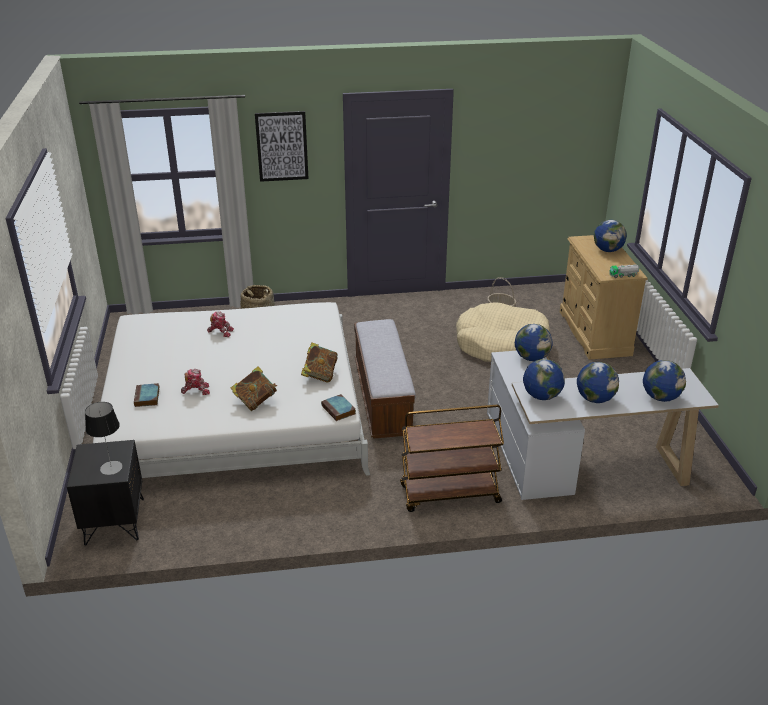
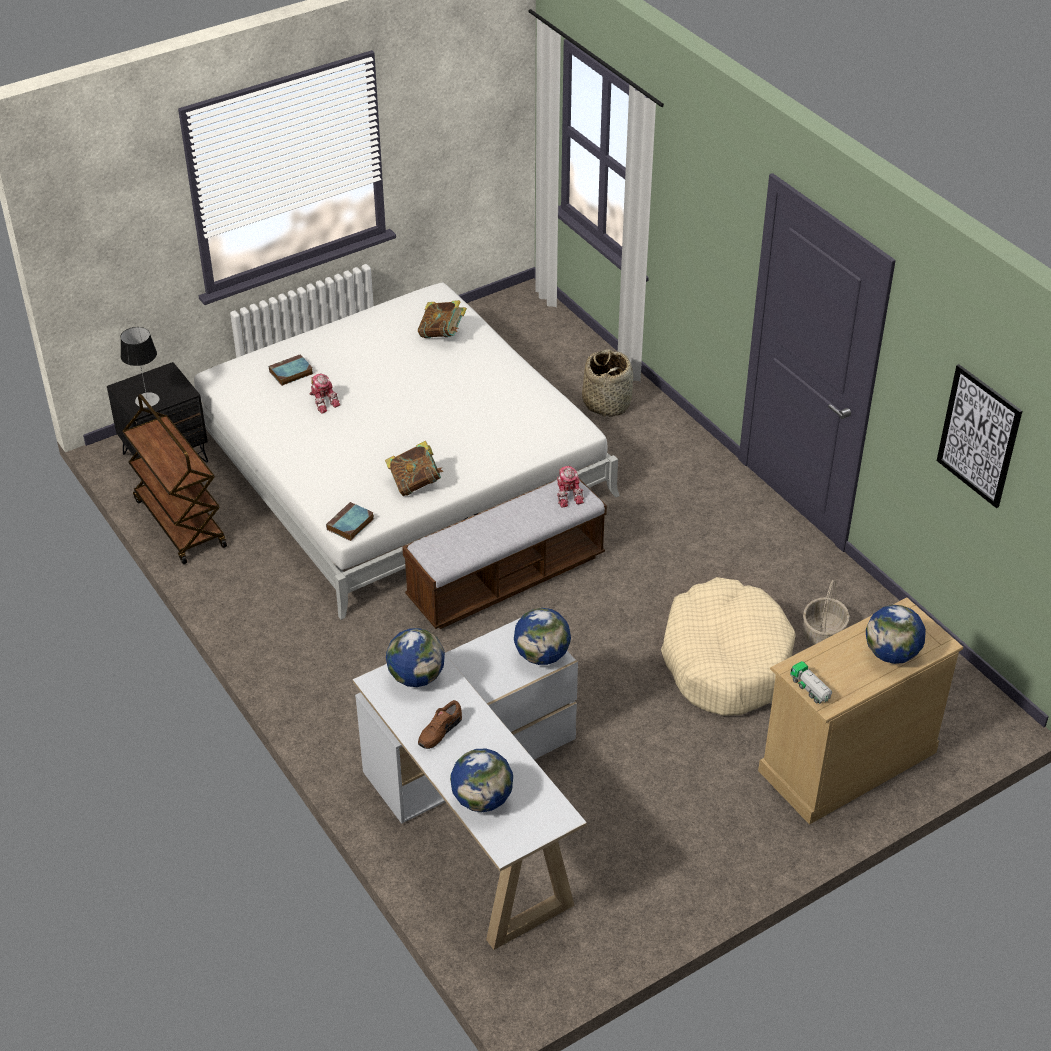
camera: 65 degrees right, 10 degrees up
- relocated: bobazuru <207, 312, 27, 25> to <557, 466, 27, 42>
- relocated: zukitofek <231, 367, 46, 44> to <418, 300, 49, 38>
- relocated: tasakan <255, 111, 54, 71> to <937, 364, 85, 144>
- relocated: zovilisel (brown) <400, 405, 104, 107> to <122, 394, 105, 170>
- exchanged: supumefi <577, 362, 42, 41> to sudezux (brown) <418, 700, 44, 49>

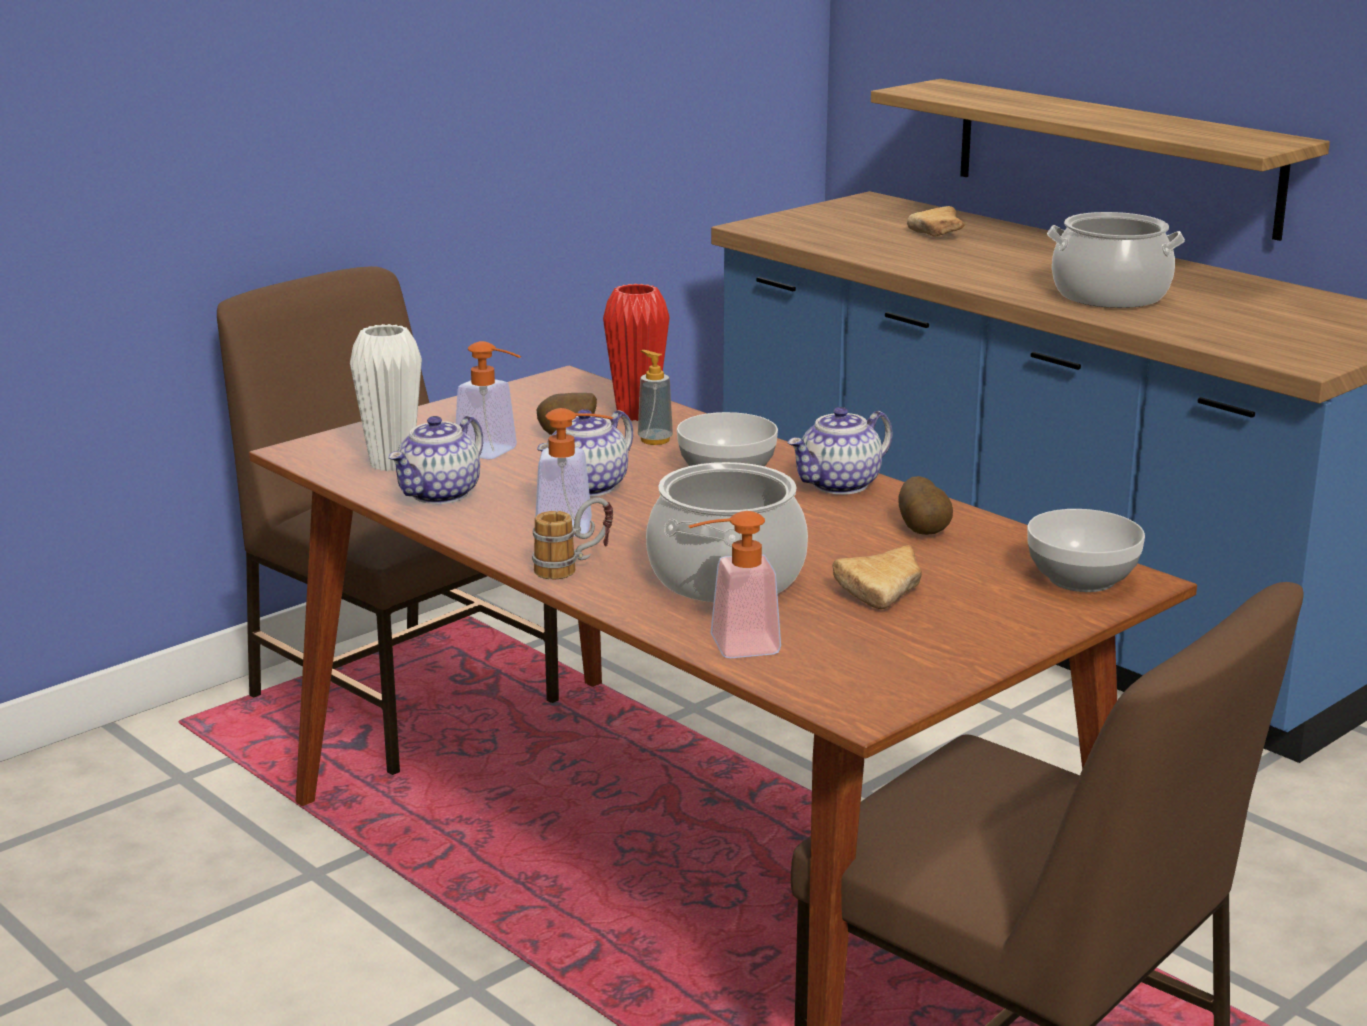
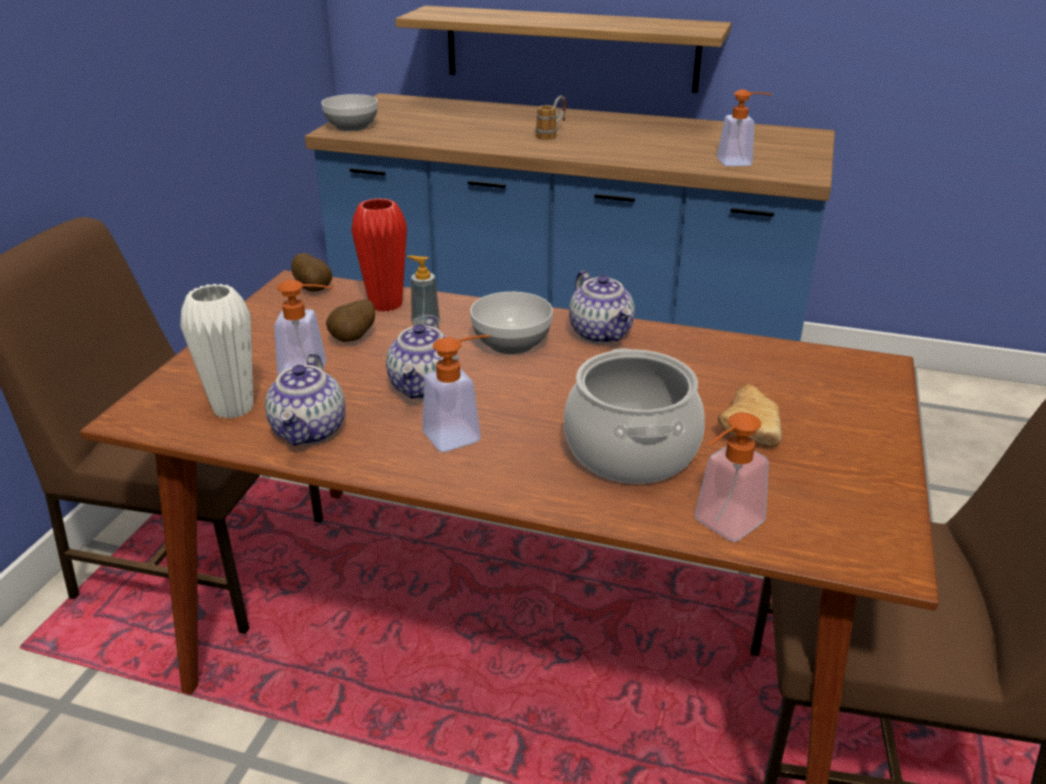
camera: 30 degrees left, 10 degrees up
- missing: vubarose <907, 206, 58, 31>
- missing: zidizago <1047, 212, 138, 96>
- appeared: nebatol <717, 90, 55, 76>
- relocated: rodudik <532, 497, 81, 82> to <535, 96, 31, 44>
- relocated: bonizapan <898, 476, 55, 59> to <291, 253, 41, 39>
- relocated: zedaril <1027, 509, 118, 83> to <322, 94, 56, 37>
- spun: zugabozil <788, 407, 105, 88> = <569, 271, 66, 73> 45 degrees counterclockwise

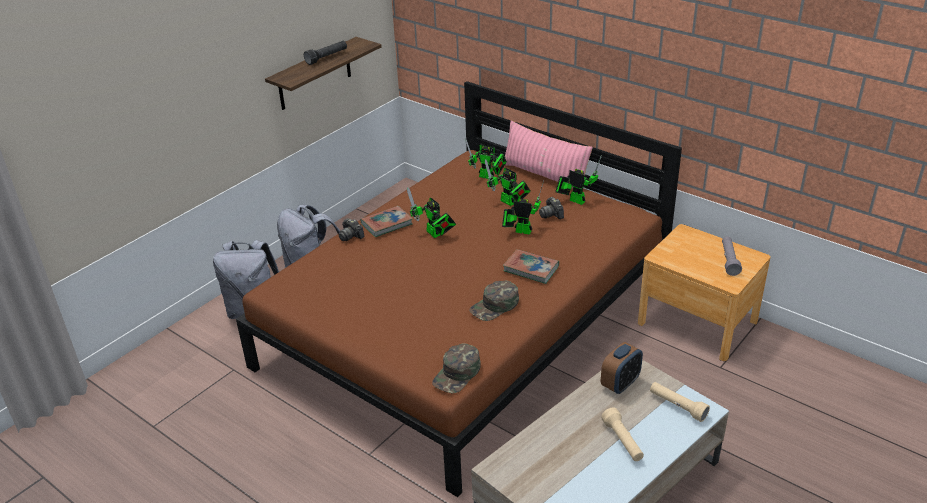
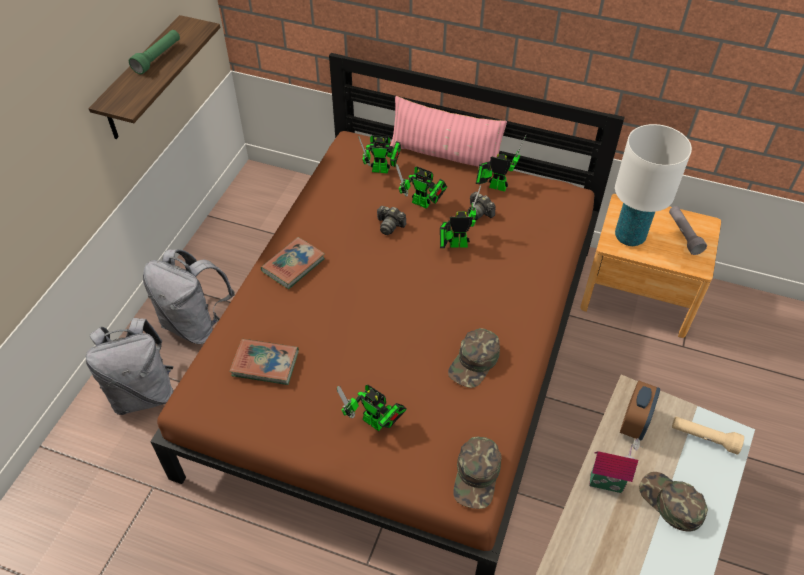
camera: 20 degrees left, 15 degrees up
- appeared: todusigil <589, 438, 54, 55>
- appeared: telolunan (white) <615, 124, 77, 122>
- relocated: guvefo <338, 218, 27, 23> to <377, 206, 29, 29>
- relocated: bobazuru <407, 187, 49, 51> to <337, 385, 70, 46>
- relocated: zukitofek <503, 249, 56, 35> to <230, 339, 69, 46>
- exchanged: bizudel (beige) <601, 407, 43, 54> to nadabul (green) <639, 472, 69, 60>
- colour: bizudel (black) <304, 41, 43, 24> to bizudel (green) <129, 30, 51, 44>

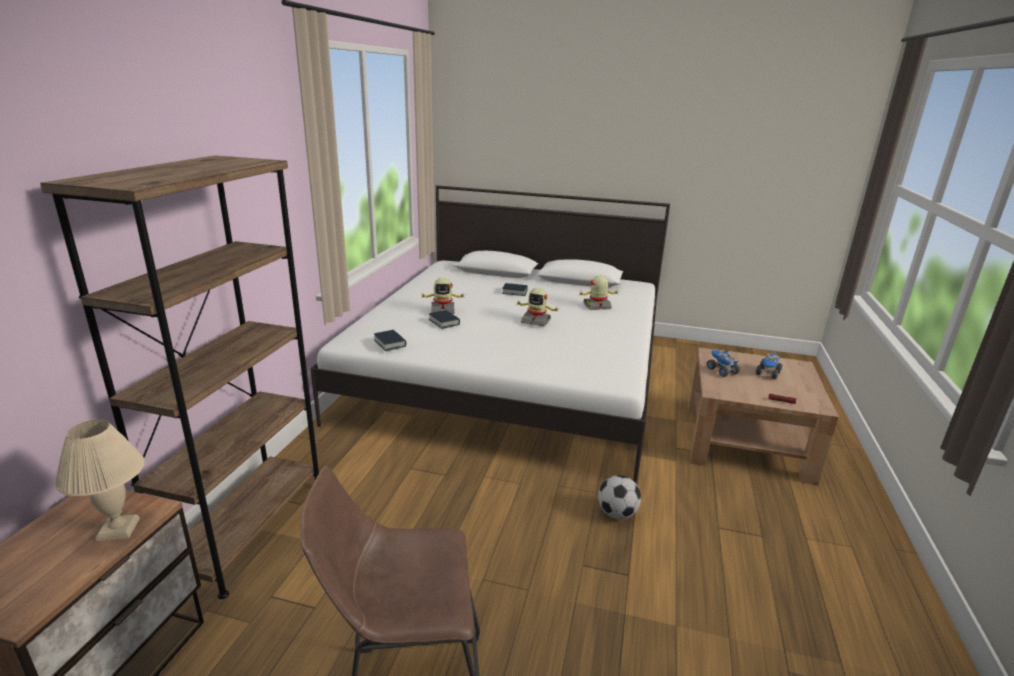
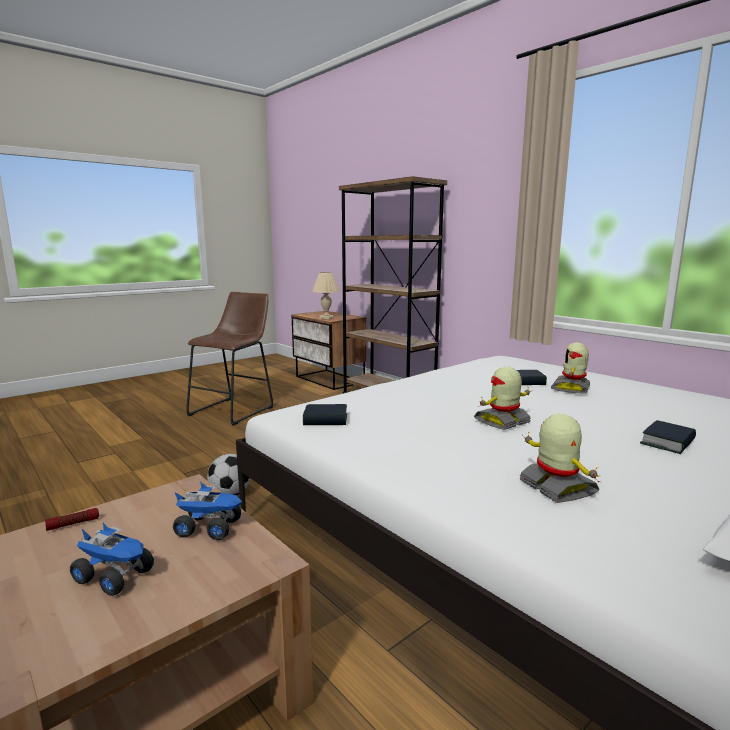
camera: 125 degrees right, 10 degrees down
- relocated: zukitofek <374, 330, 32, 21> to <303, 404, 44, 21>
- spun: bobazuru <578, 276, 40, 34> = <519, 414, 80, 89> 45 degrees counterclockwise
- spun: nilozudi <755, 351, 27, 28> = <70, 523, 84, 73> 135 degrees clockwise

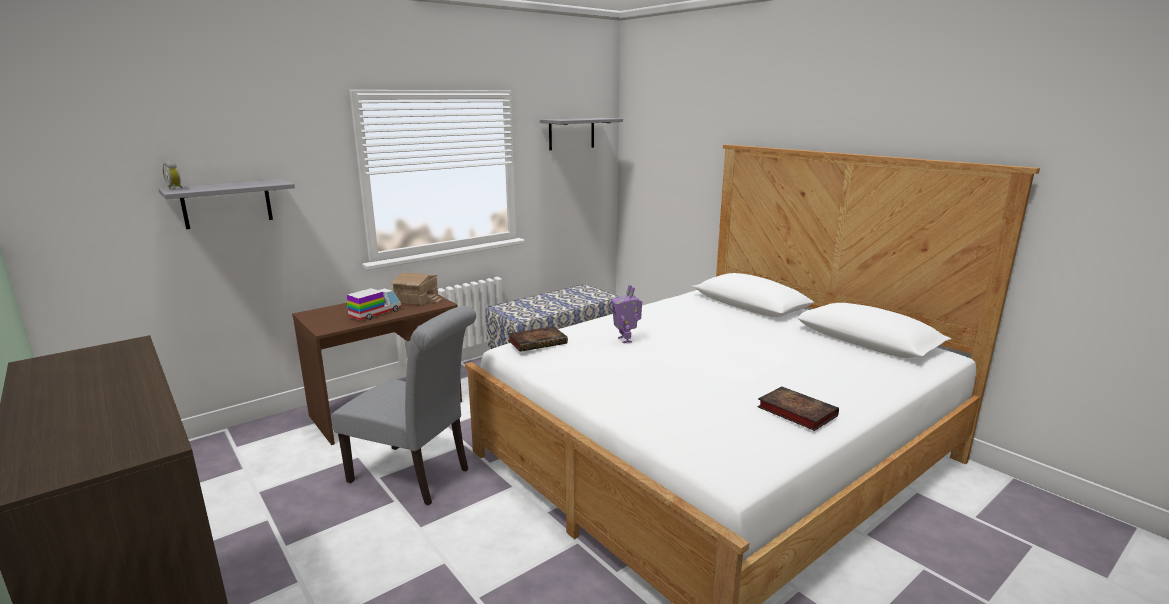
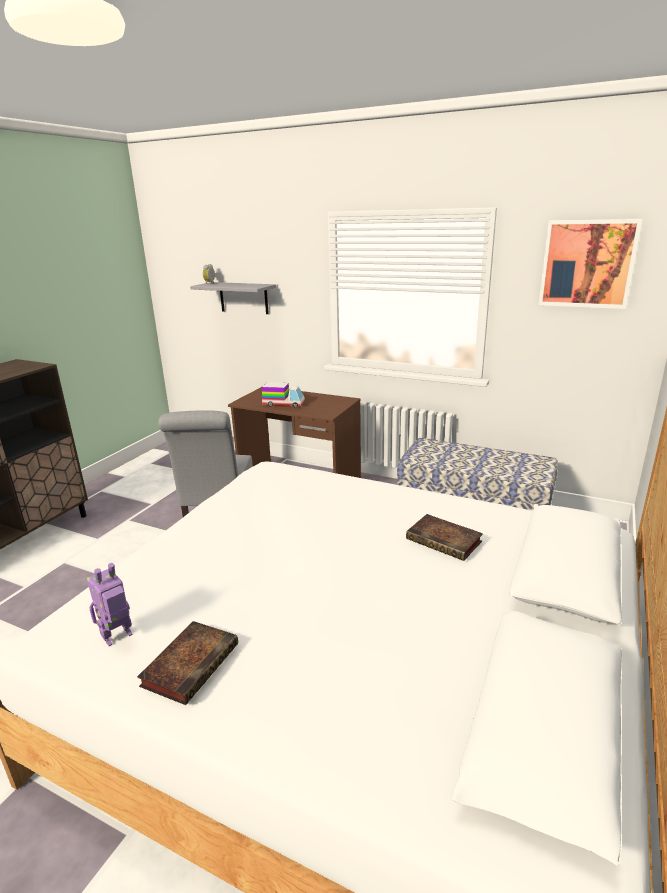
camera: 65 degrees right, 5 degrees up
- missing: todusigil <390, 273, 53, 32>
- relocated: zukitofek <508, 326, 60, 26> to <406, 514, 77, 47>
- relocated: bobazuru <612, 285, 30, 58> to <87, 563, 46, 83>
- exchanged: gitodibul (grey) <540, 118, 83, 32> to tasakan <538, 219, 104, 90>

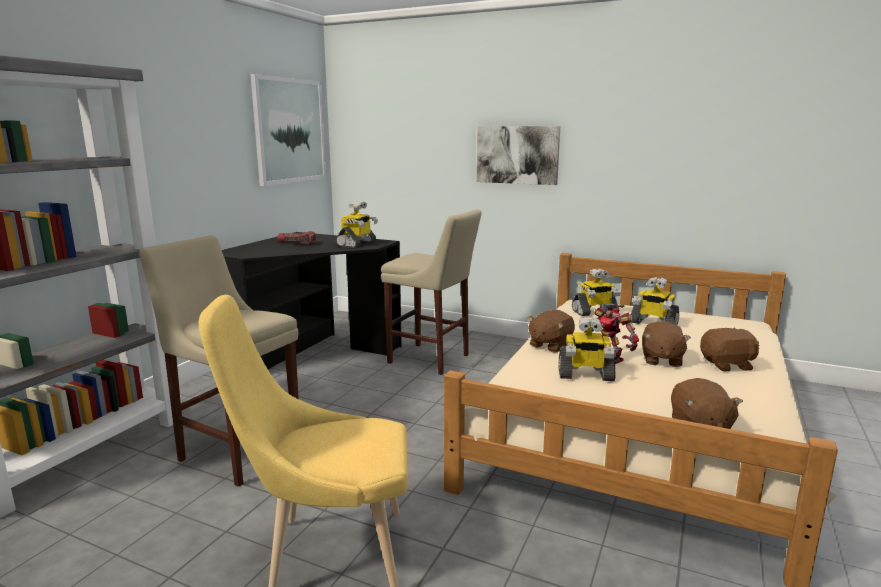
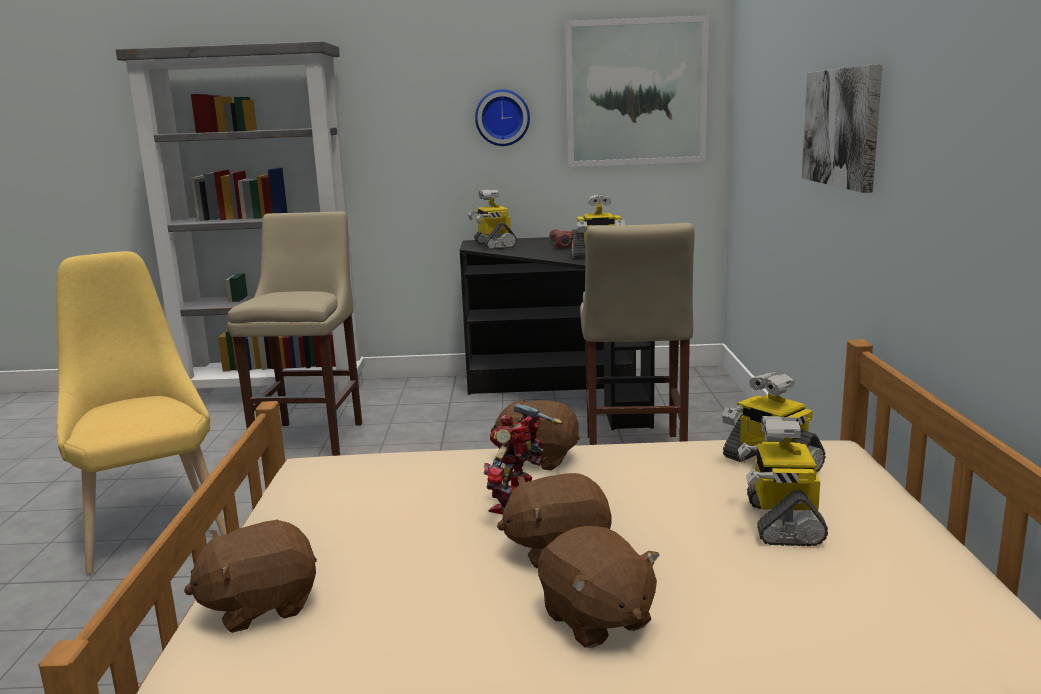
camera: 65 degrees right, 0 degrees up
- appeared: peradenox <475, 89, 55, 57>
- relocated: bobazuru <559, 317, 57, 64> to <468, 190, 49, 60>

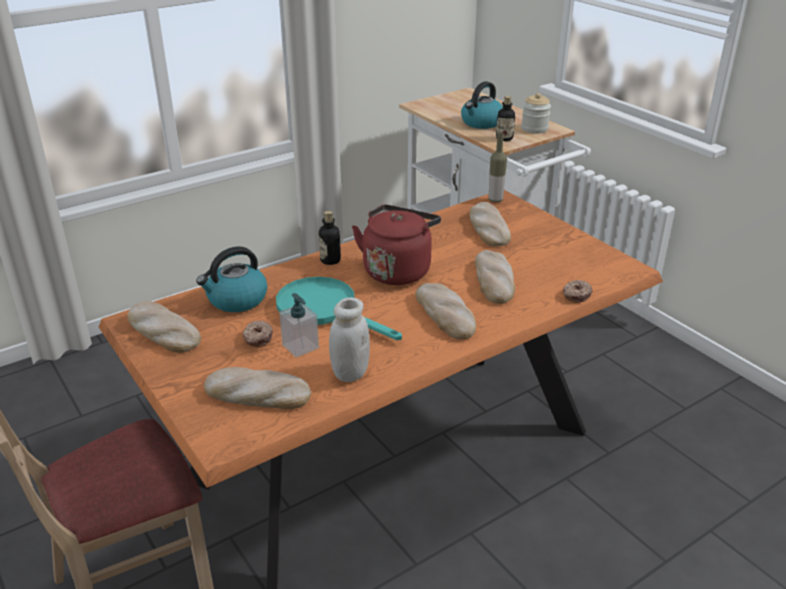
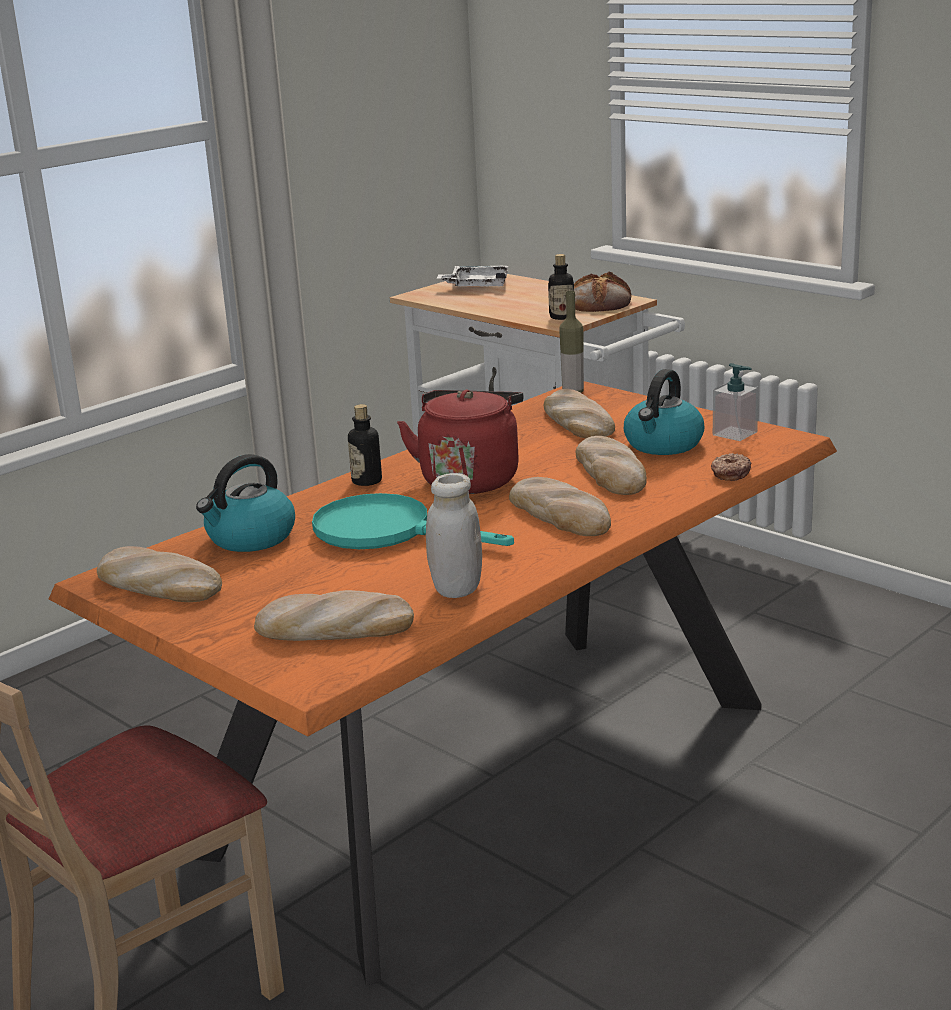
camera: 10 degrees left, 10 degrees down
- missing: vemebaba <243, 321, 30, 26>
- appeared: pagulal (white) <437, 266, 71, 21>
- relocated: nebatol <279, 293, 40, 65> to <713, 363, 46, 78>
- relocated: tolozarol <461, 81, 42, 48> to <624, 369, 81, 86>
- exchanged: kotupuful <521, 93, 30, 41> to vubarose <574, 272, 57, 40>

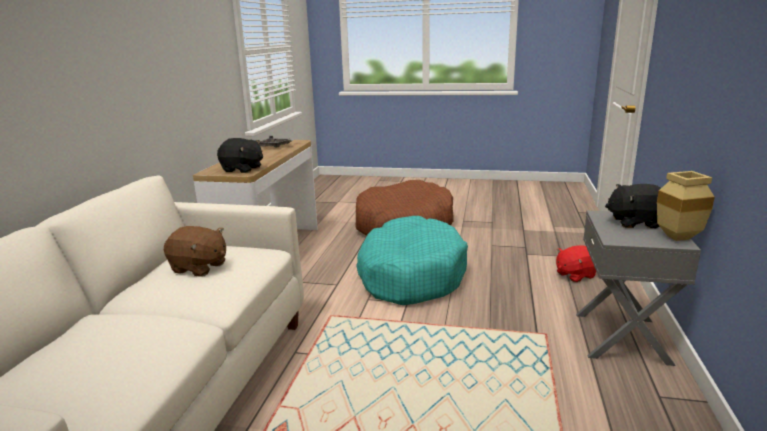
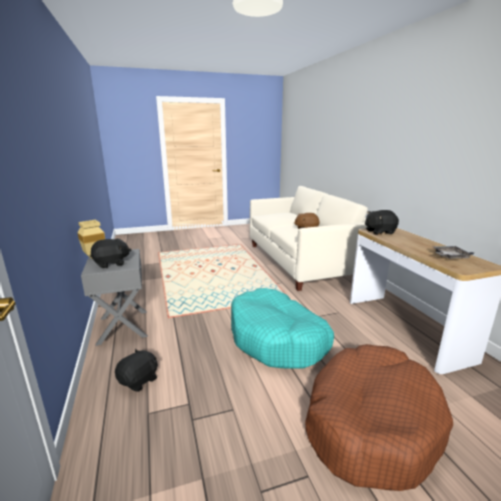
camera: 150 degrees right, 0 degrees up
- colour: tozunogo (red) <556, 245, 40, 37> to tozunogo (black) <115, 349, 43, 43>

